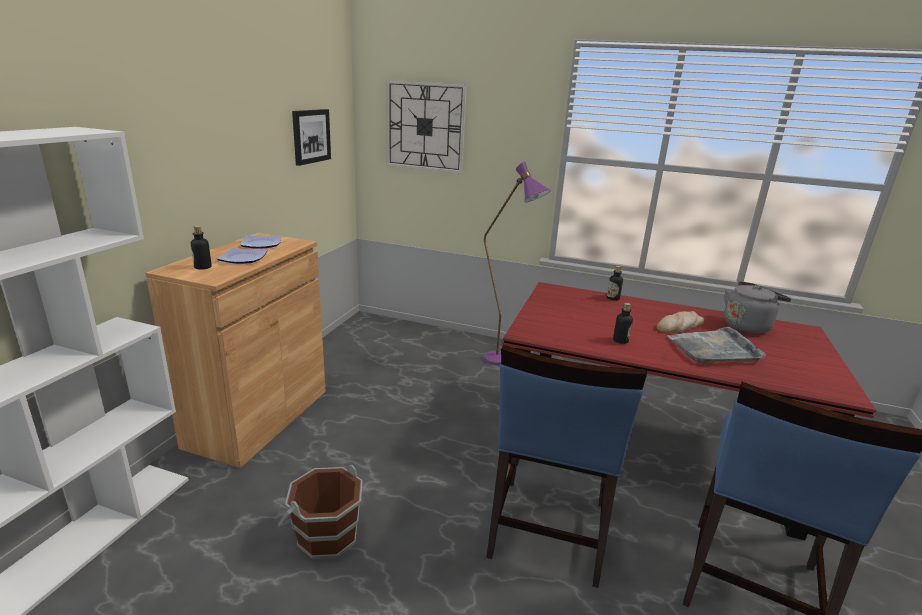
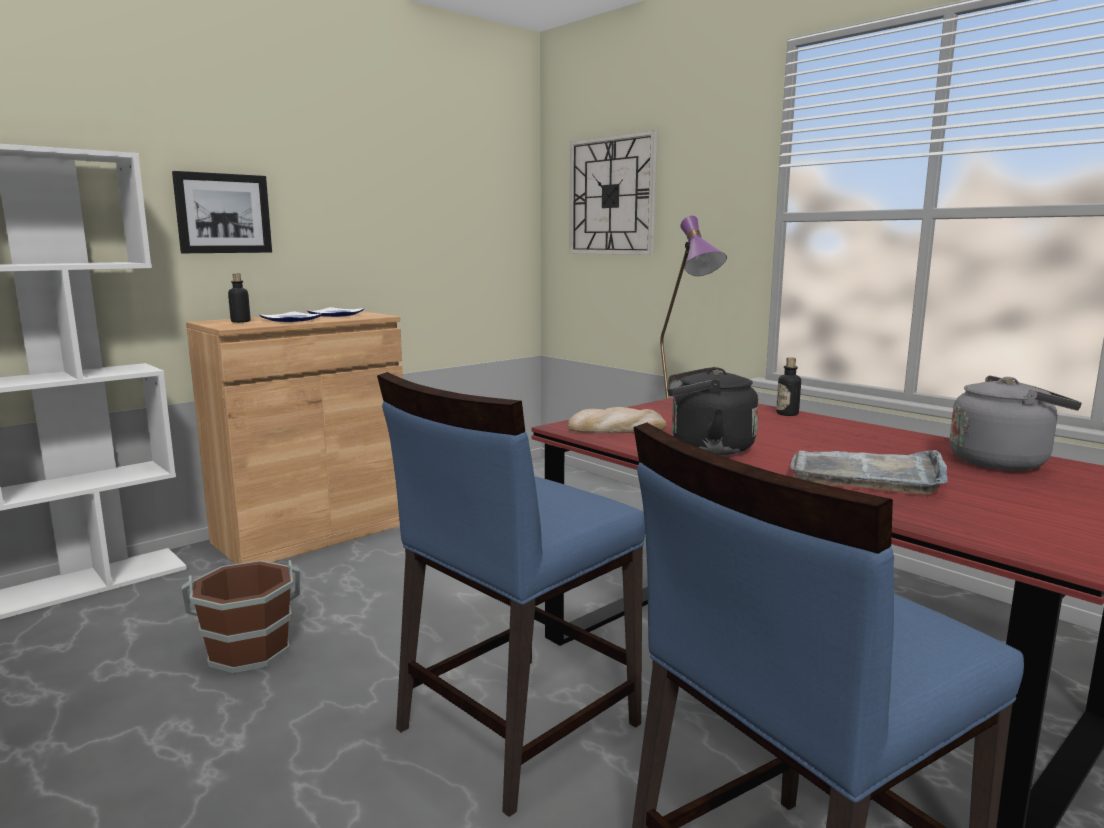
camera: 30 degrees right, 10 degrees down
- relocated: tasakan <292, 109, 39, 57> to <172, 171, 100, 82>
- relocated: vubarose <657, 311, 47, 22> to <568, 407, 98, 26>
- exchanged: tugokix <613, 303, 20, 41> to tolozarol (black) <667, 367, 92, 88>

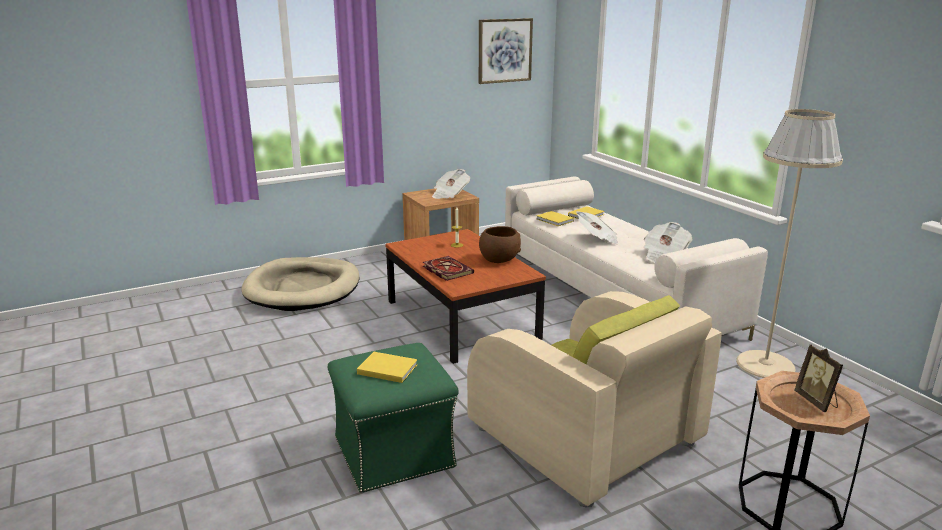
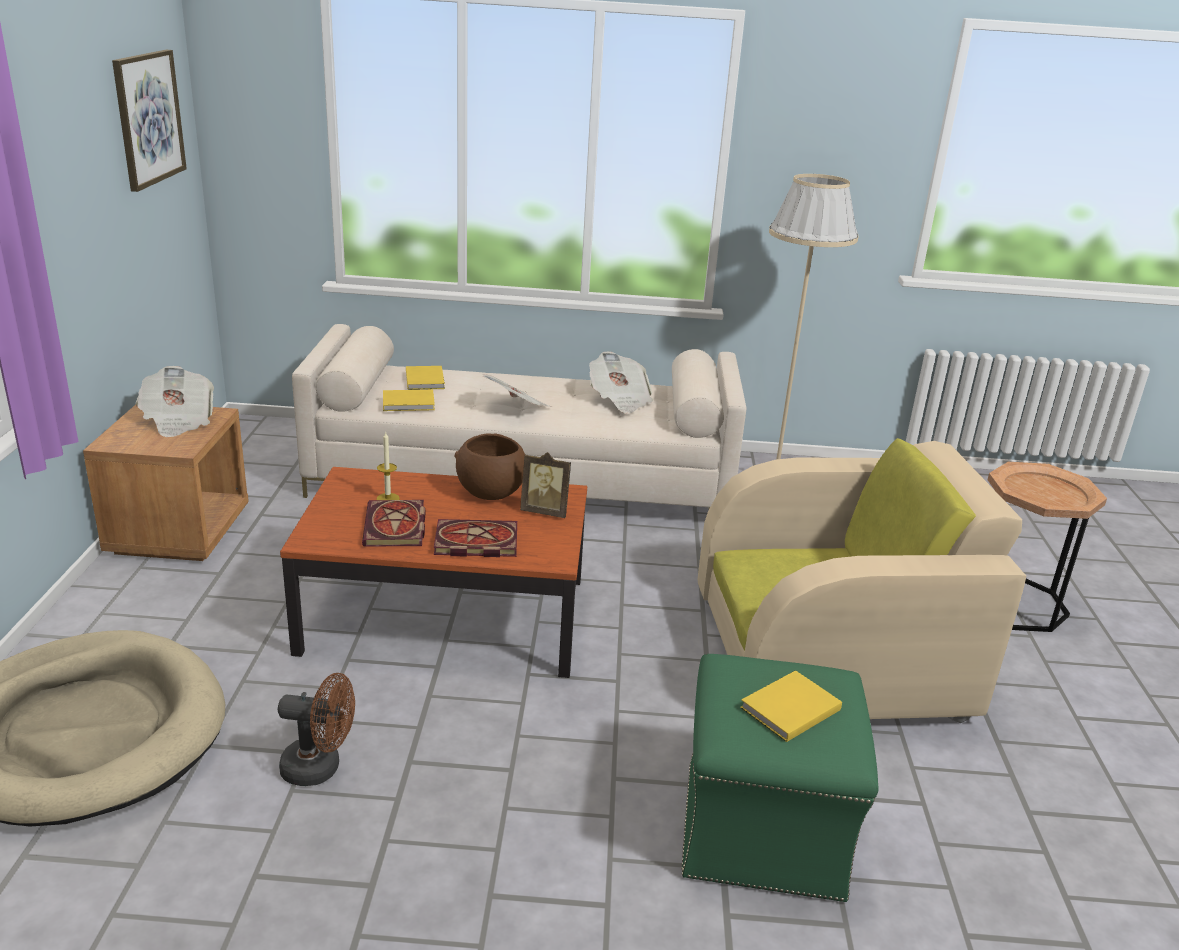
camera: 60 degrees left, 5 degrees up
- appeared: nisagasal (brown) <278, 673, 77, 113>
- appeared: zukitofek <362, 500, 64, 47>
- relocated: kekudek <795, 344, 48, 68> to <520, 452, 51, 66>

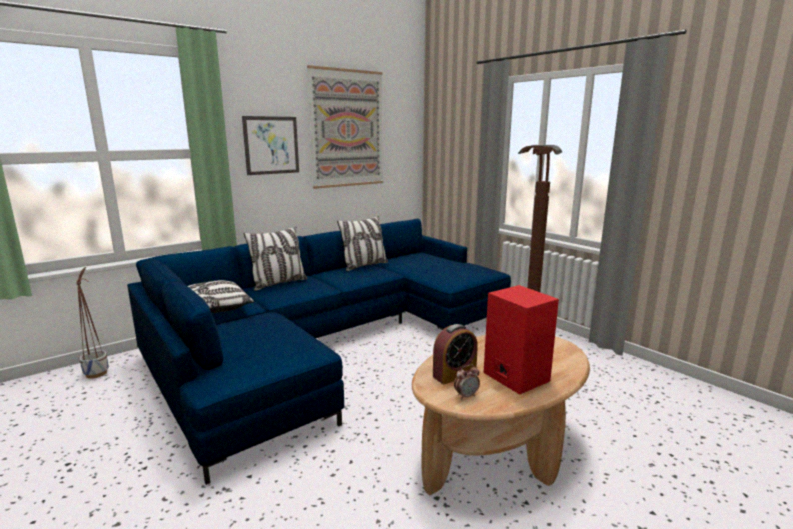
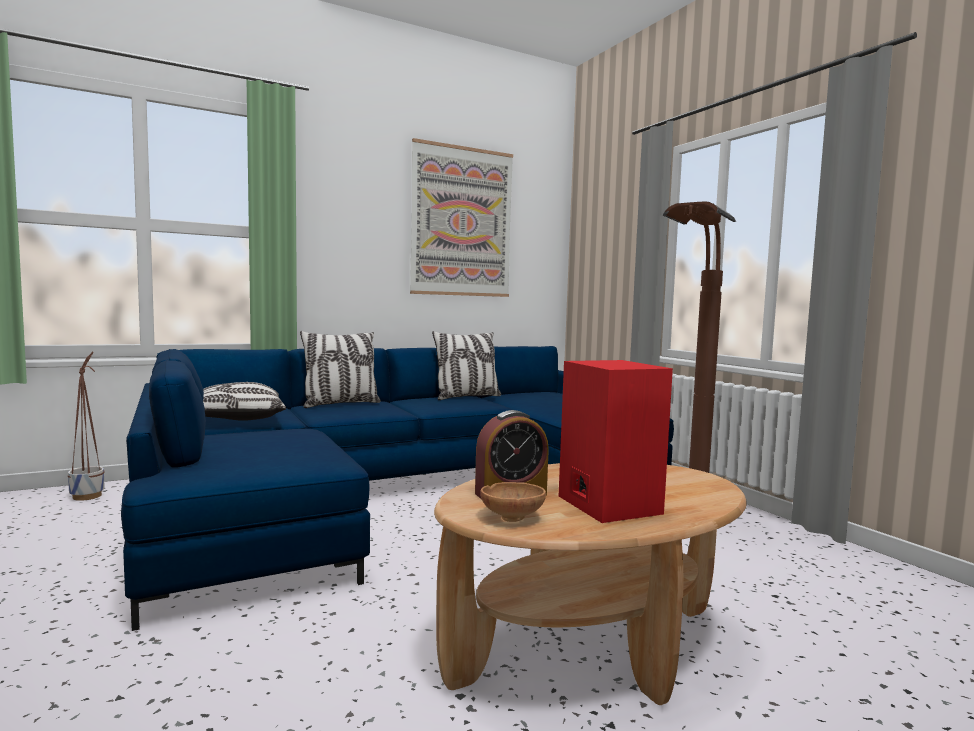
camera: 10 degrees right, 10 degrees down
- missing: tasakan <242, 116, 57, 59>
- exchanged: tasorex <454, 365, 26, 35> to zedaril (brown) <480, 482, 66, 40>

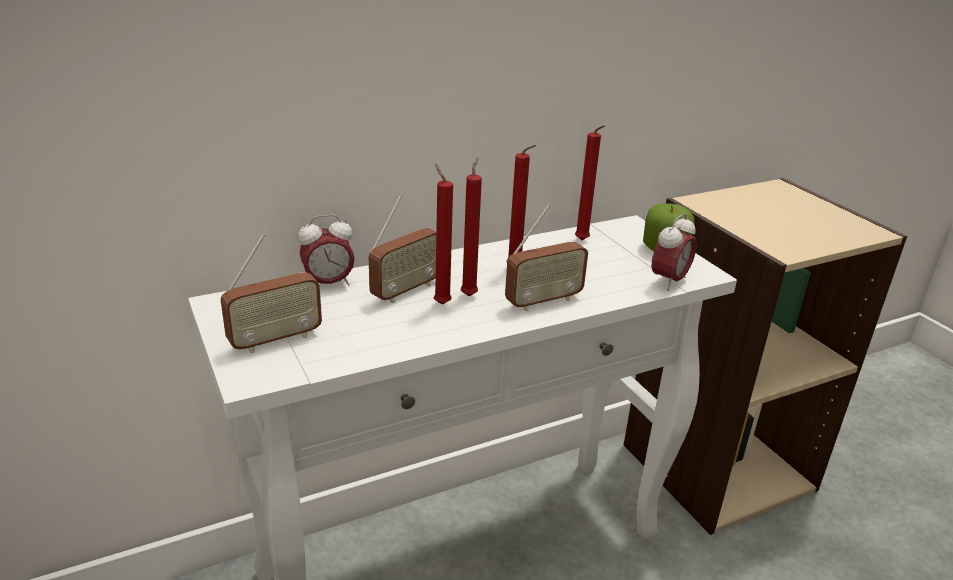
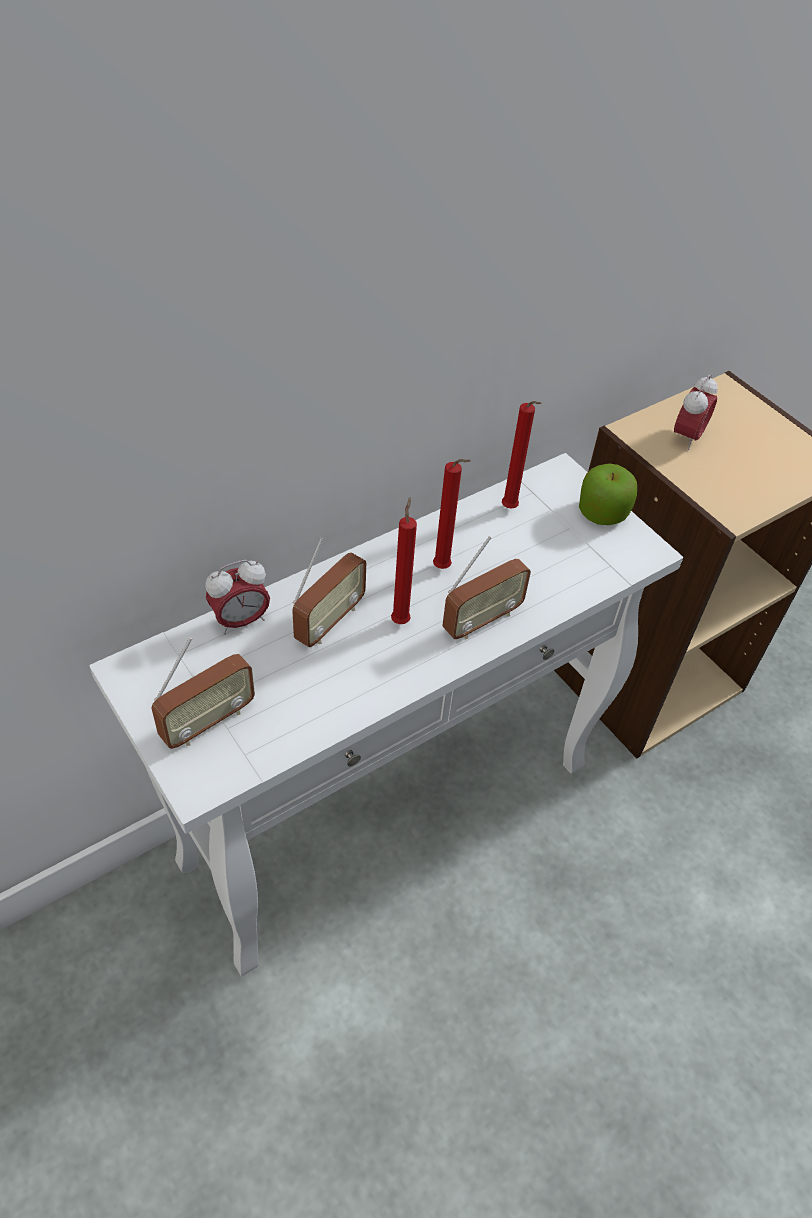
camera: 10 degrees left, 20 degrees up
- missing: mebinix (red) <434, 164, 19, 141>
- relocated: tasorex <651, 213, 46, 78> to <674, 375, 44, 75>

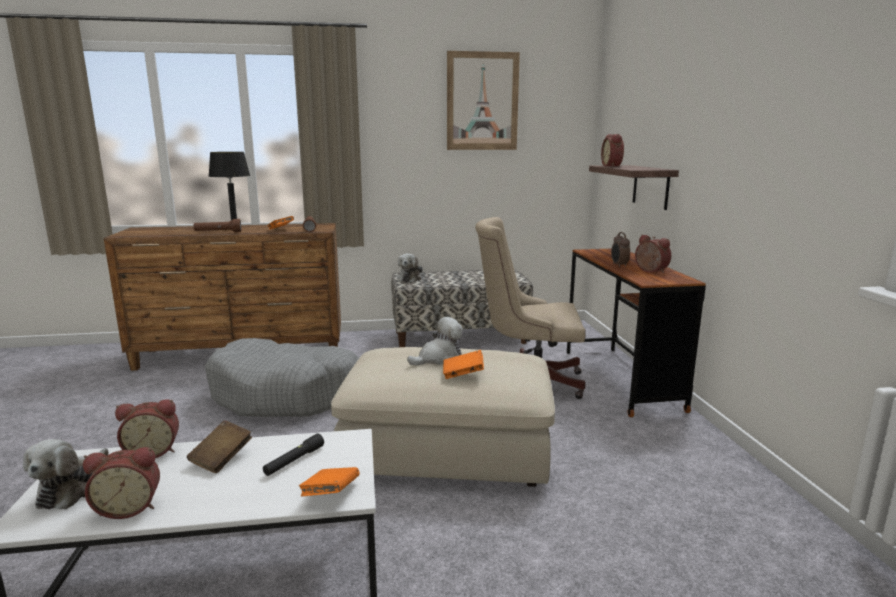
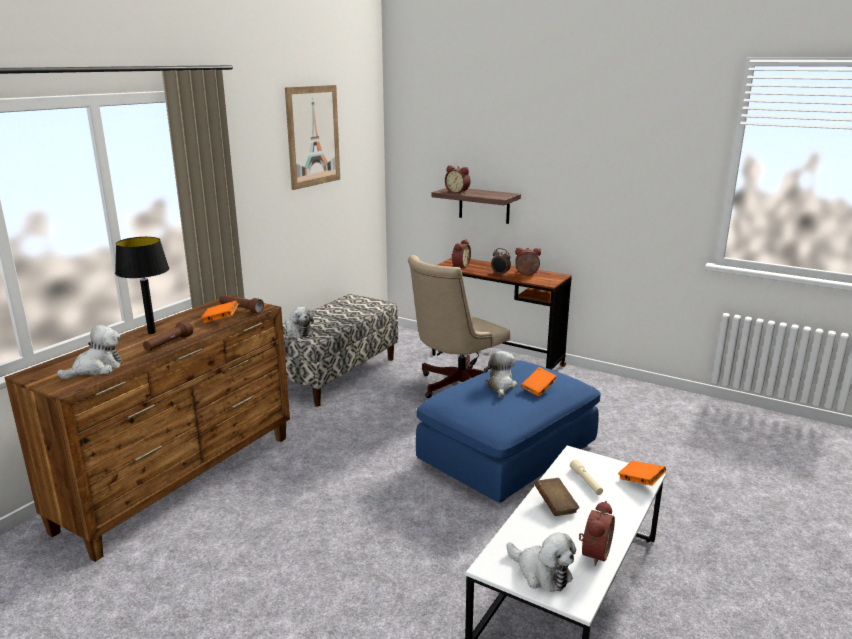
camera: 50 degrees left, 5 degrees up
- missing: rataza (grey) <205, 338, 154, 79>
- appeared: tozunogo <57, 325, 65, 54>
- relocated: tasorex <115, 399, 64, 59> to <451, 239, 20, 29>
- colour: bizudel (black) <263, 434, 61, 42> to bizudel (beige) <570, 459, 33, 36>
- colour: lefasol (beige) <331, 347, 224, 140> to lefasol (blue) <416, 361, 185, 142>

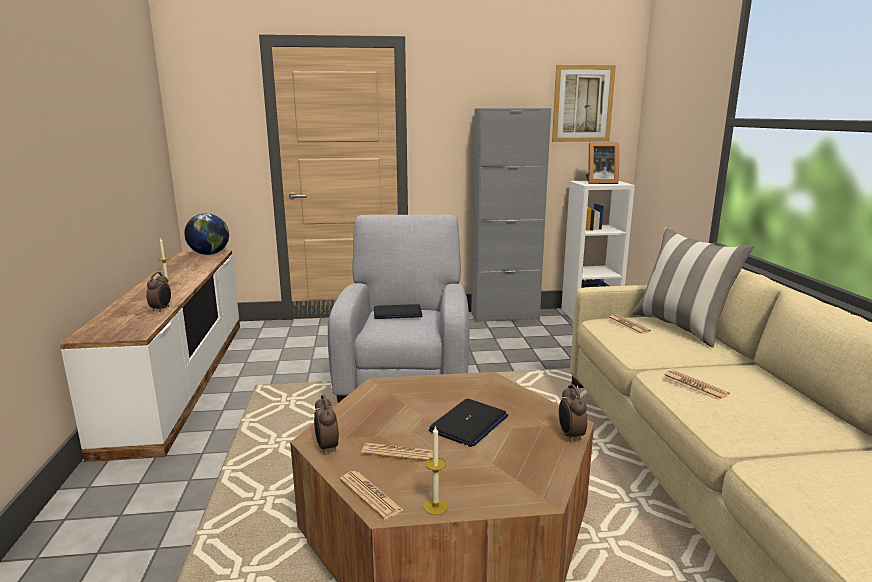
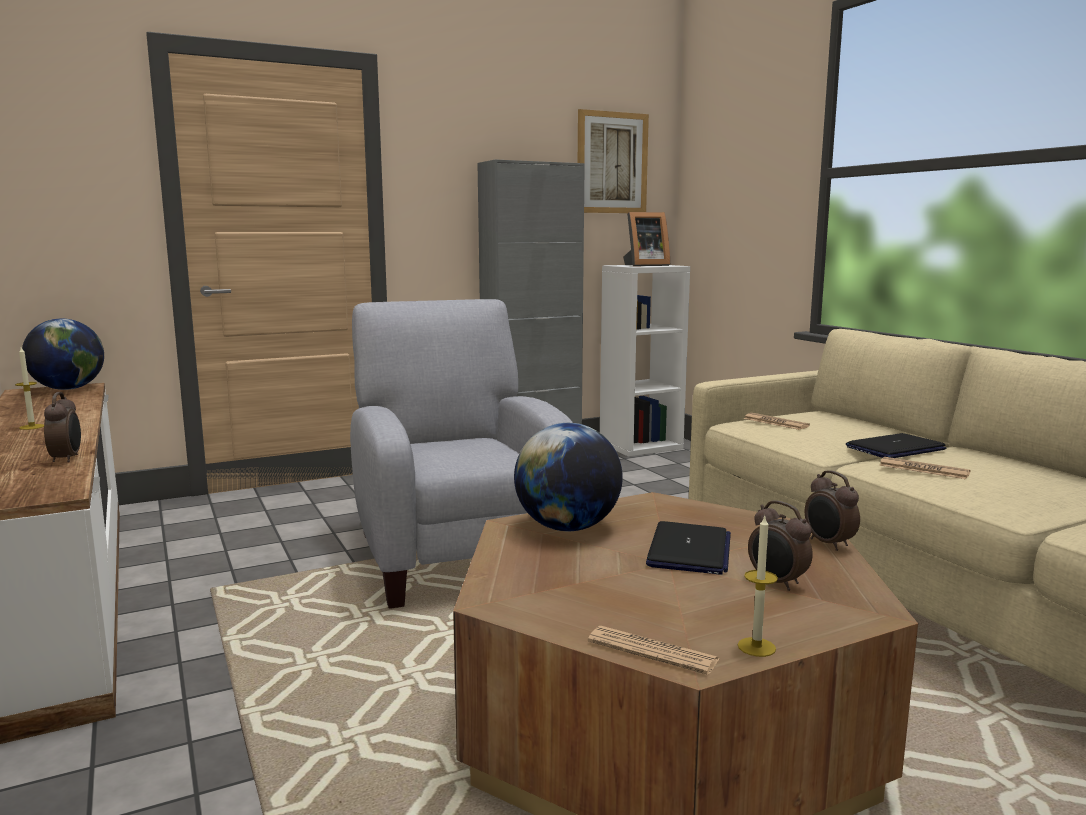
camera: 20 degrees left, 5 degrees down
- missing: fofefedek <361, 443, 72, 18>
- missing: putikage <632, 227, 122, 120>
- appeared: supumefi <514, 423, 109, 108>
- relocated: tasorex <314, 395, 25, 60> to <748, 501, 65, 90>
- relocated: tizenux <374, 304, 48, 15> to <846, 433, 100, 25>

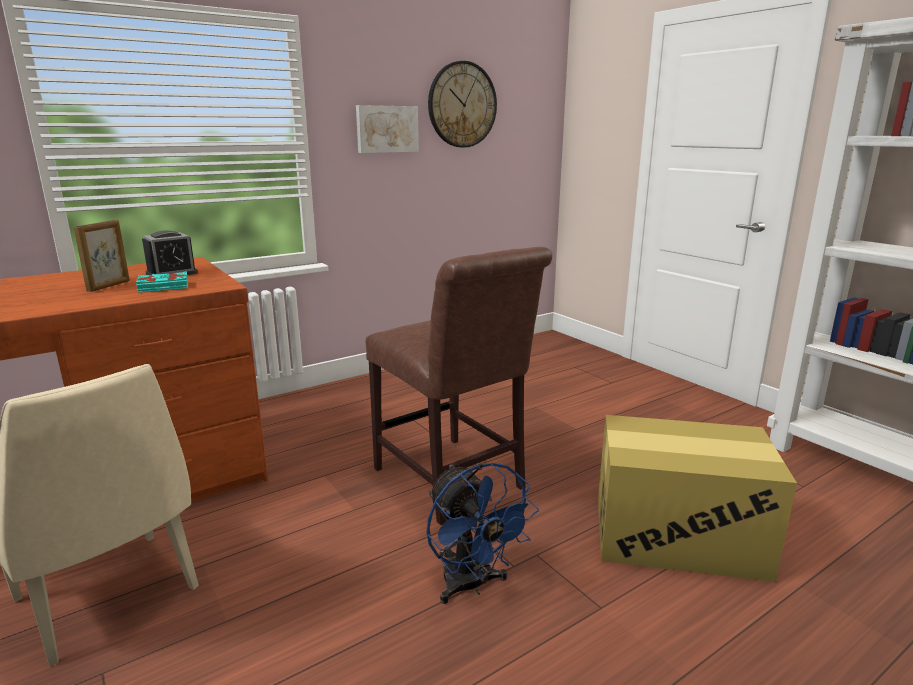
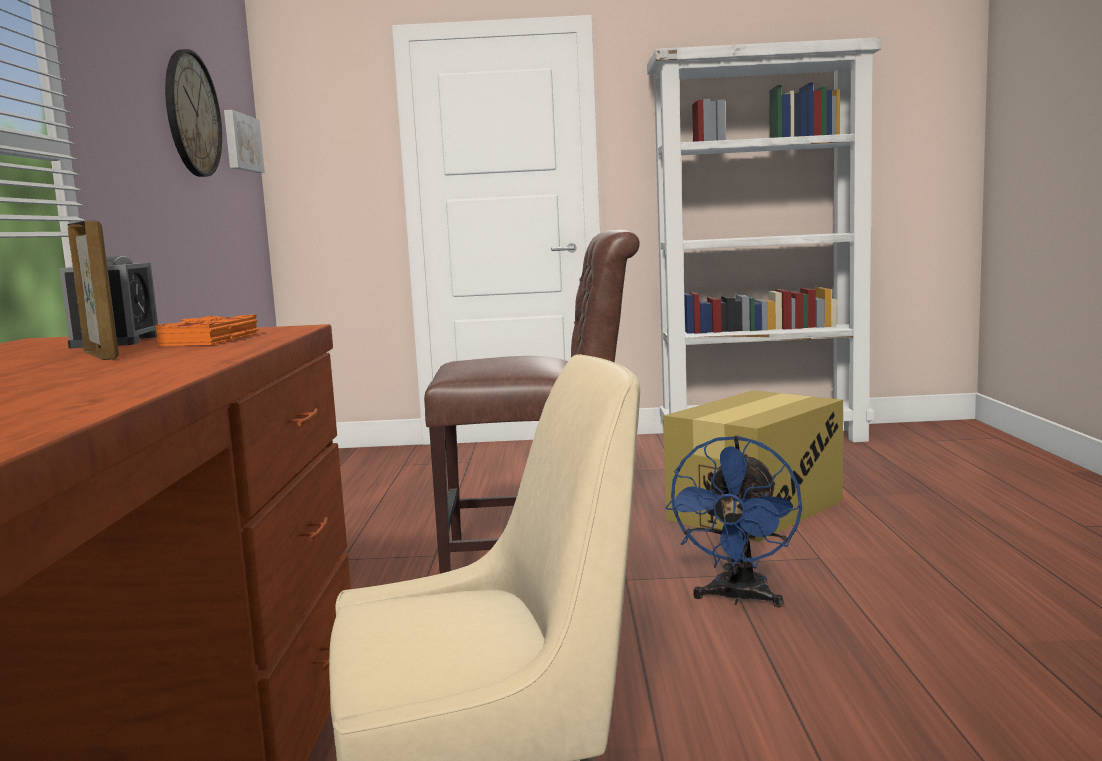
camera: 55 degrees left, 10 degrees down
- relocated: tasakan <356, 105, 63, 48> to <224, 110, 41, 63>
- colour: zukitofek (turquoise) <136, 272, 52, 21> to zukitofek (orange) <156, 315, 102, 31>
- spun: nisagasal (blue) <426, 463, 113, 141> = <666, 435, 136, 172> 105 degrees clockwise

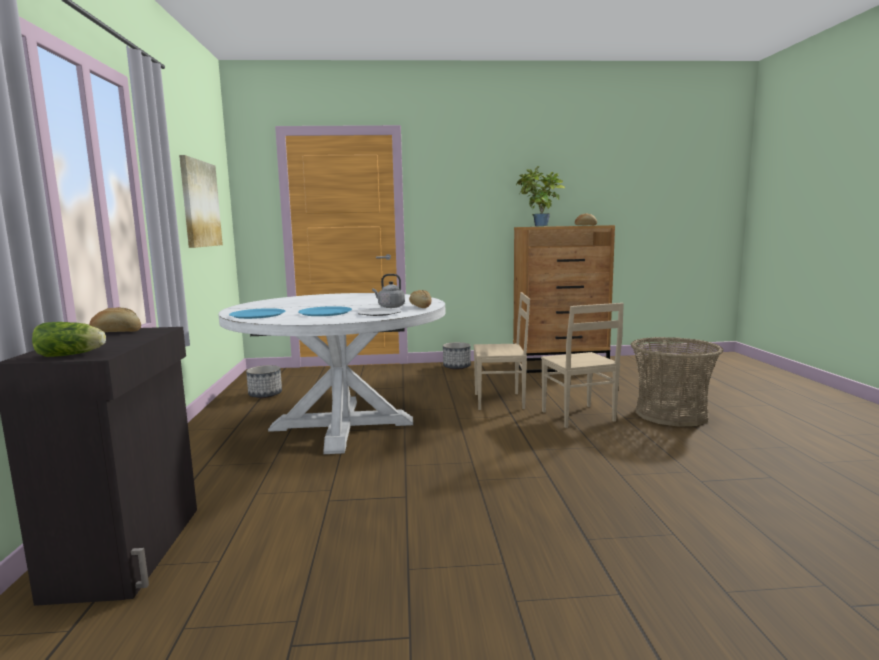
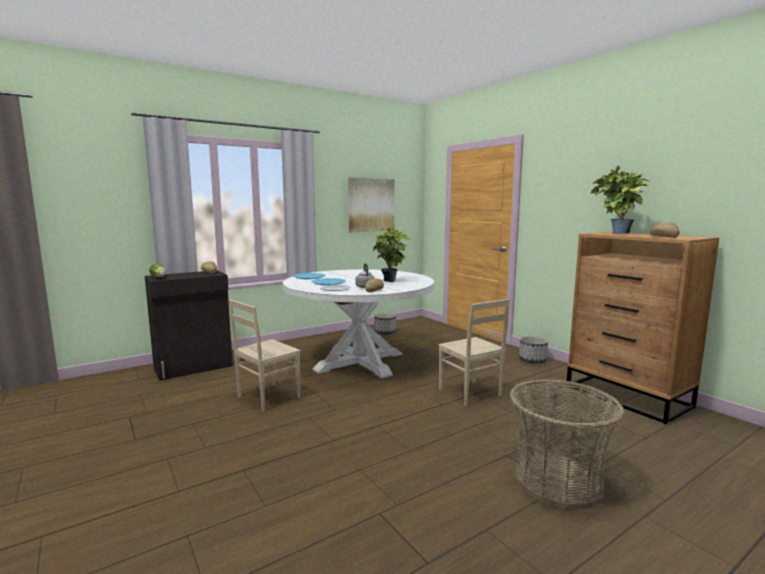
camera: 60 degrees right, 0 degrees up
- appeared: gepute <373, 225, 38, 57>
- relocated: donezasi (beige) <541, 303, 83, 125> to <229, 299, 71, 113>

